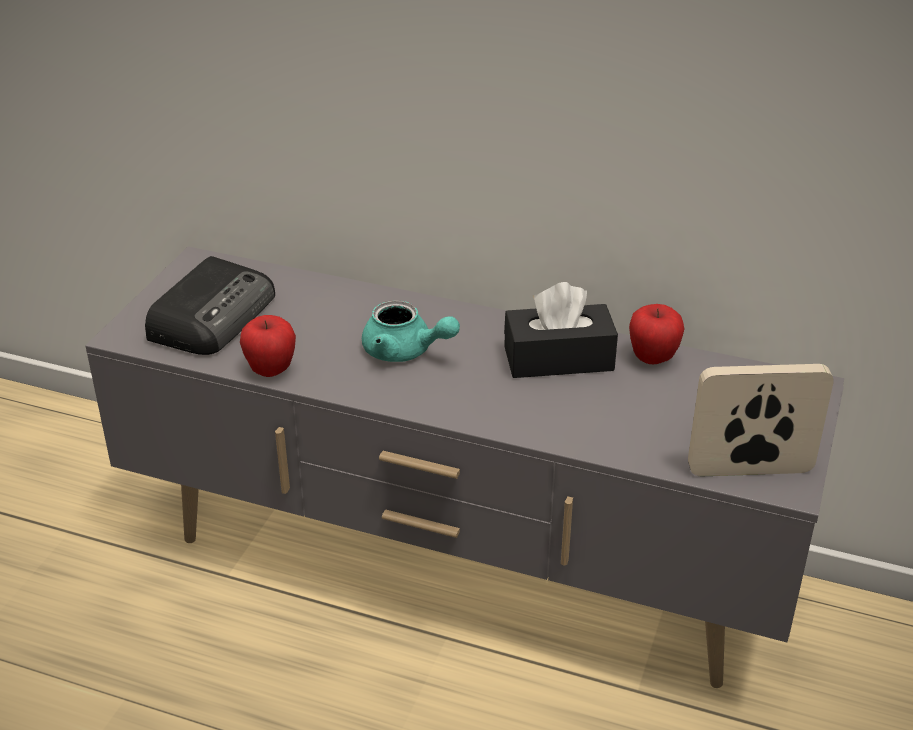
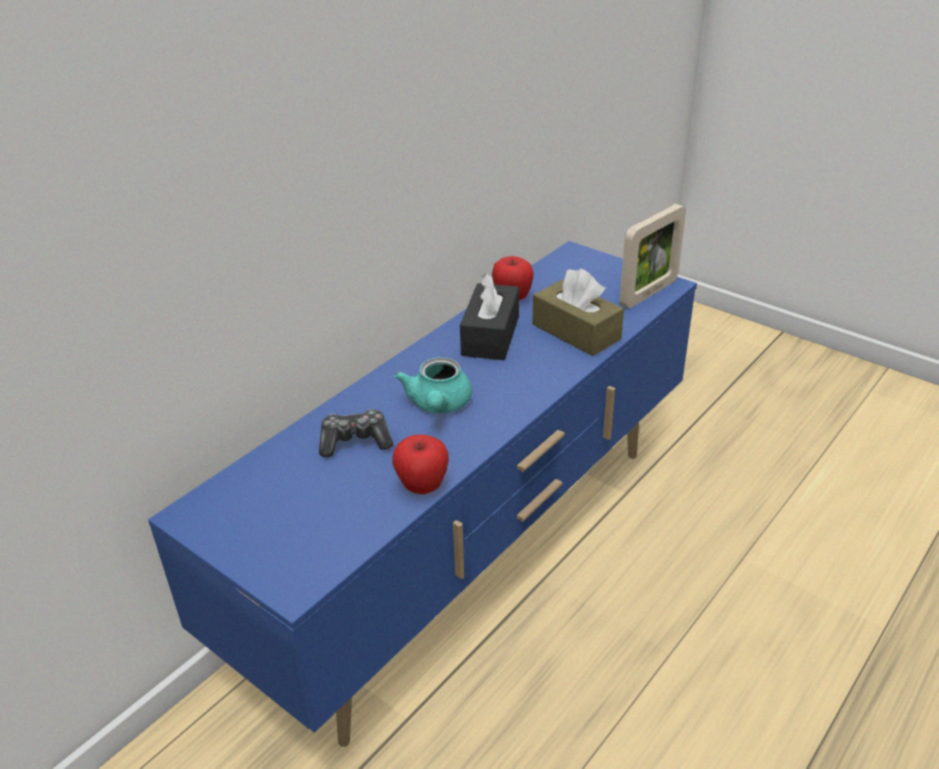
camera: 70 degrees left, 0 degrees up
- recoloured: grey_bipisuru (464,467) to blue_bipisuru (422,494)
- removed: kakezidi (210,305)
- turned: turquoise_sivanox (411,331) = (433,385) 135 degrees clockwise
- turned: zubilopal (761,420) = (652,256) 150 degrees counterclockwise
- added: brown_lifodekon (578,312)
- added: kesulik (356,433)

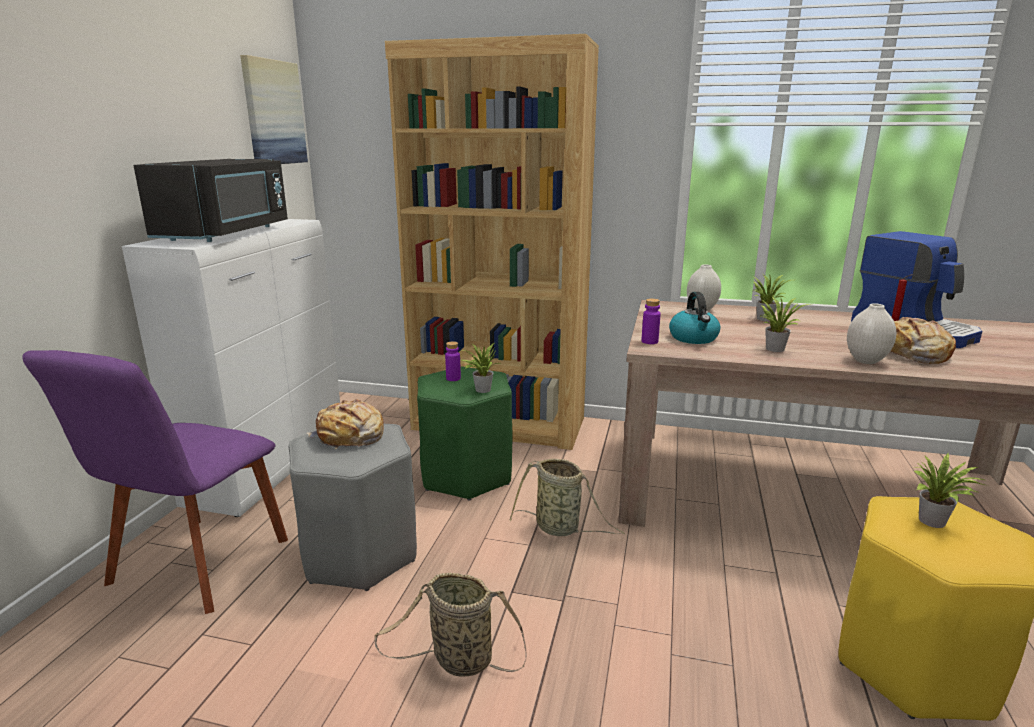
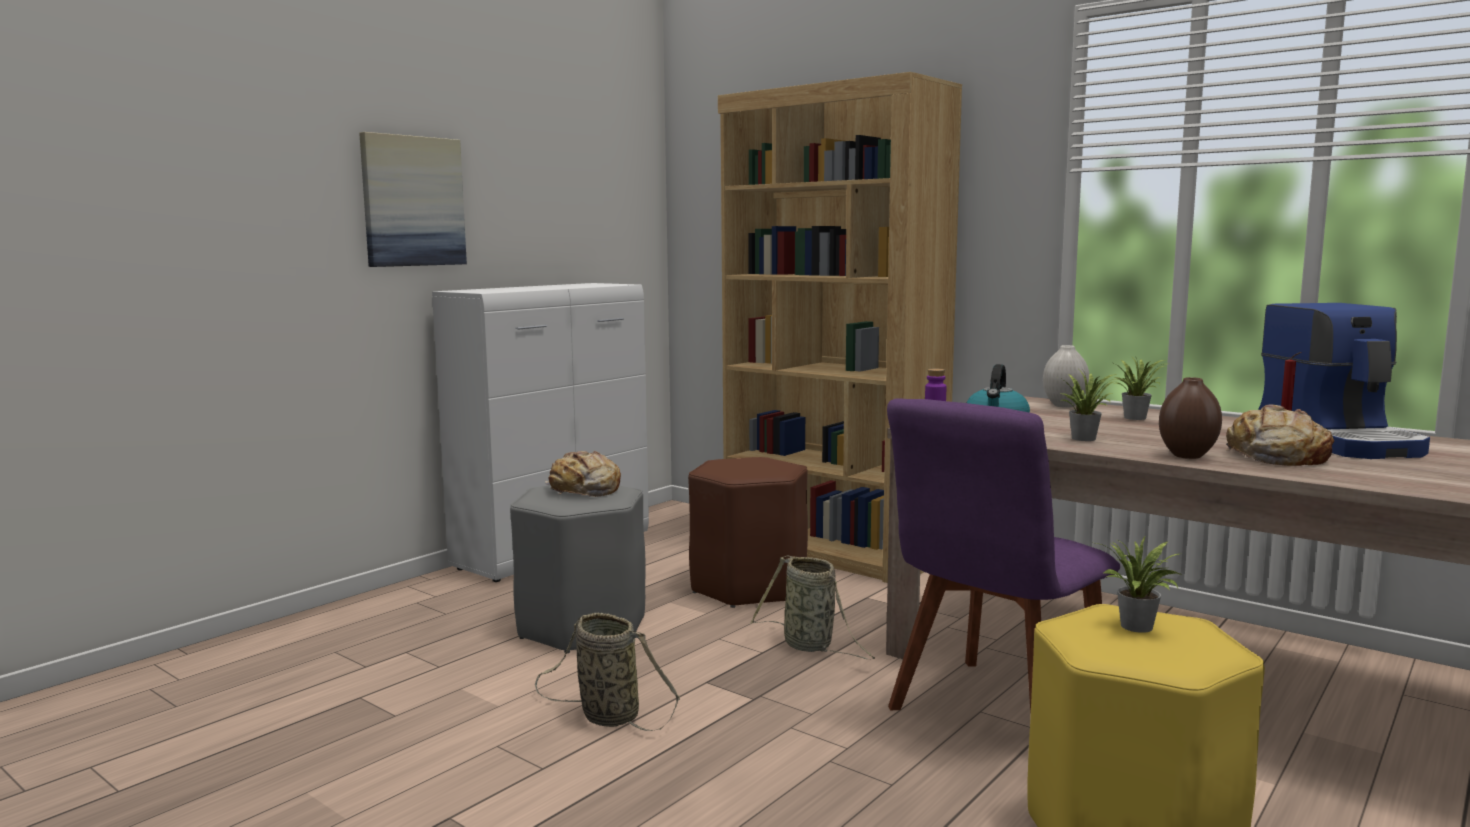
camera: 25 degrees right, 10 degrees down
- moved: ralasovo (274,109) to (413,199)
- removed: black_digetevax (211,200)
- recoloured: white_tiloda (872,333) to brown_tiloda (1190,418)
- removed: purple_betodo (453,361)
- removed: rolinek (480,368)
- moved: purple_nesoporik (155,482) to (1003,556)
- recoloured: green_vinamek (464,433) to brown_vinamek (748,532)

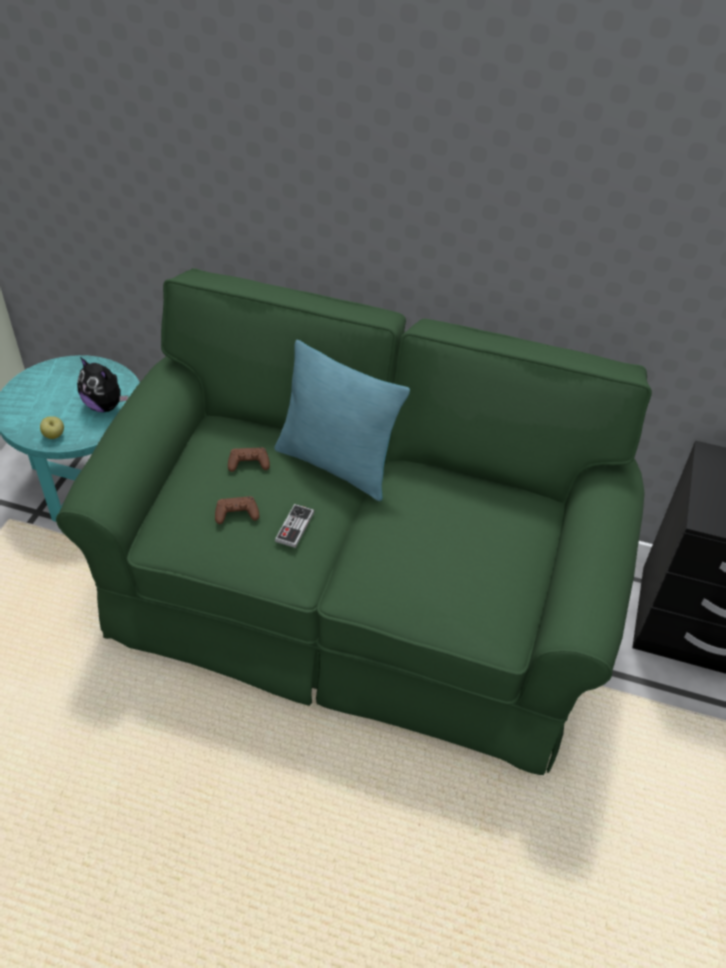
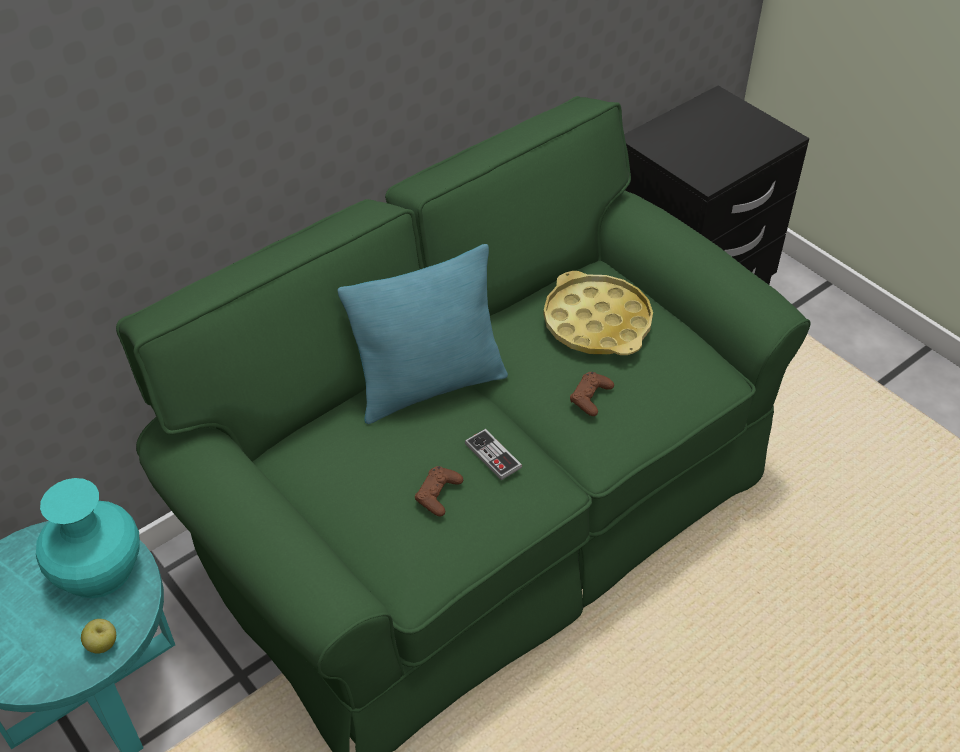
camera: 55 degrees left, 0 degrees up
- replaced: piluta (102,384) to turquoise_tiloda (87,538)
- moved: brown_kesulik (249,459) to (592,394)
- added: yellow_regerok (598,313)

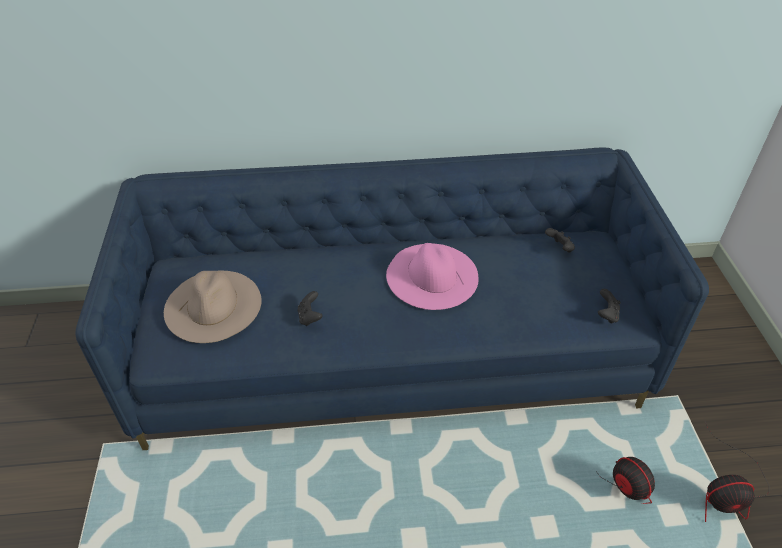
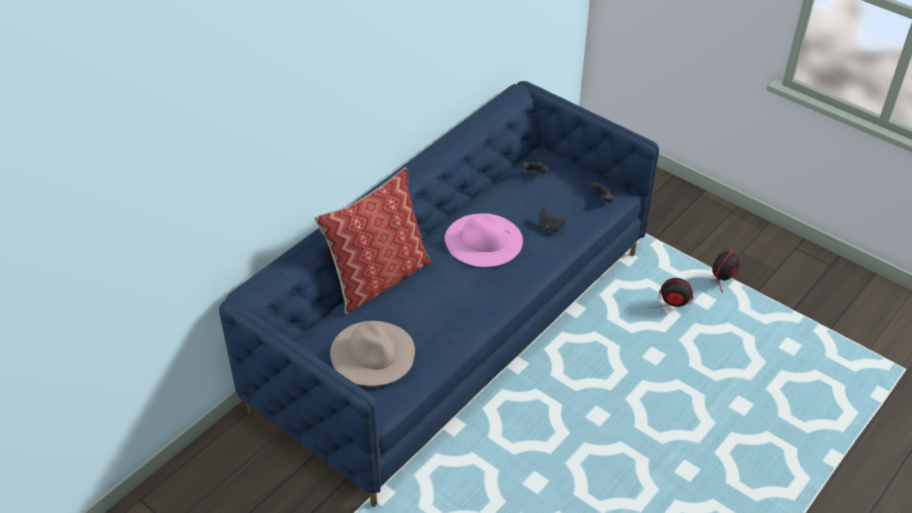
camera: 45 degrees left, 0 degrees up
- moved: black_kesulik (310,308) to (553,219)
- added: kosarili (372,241)

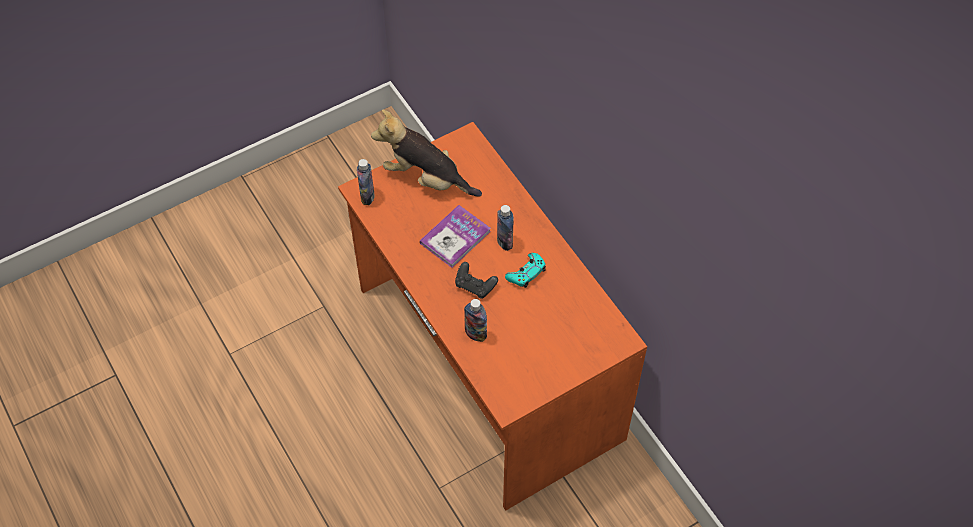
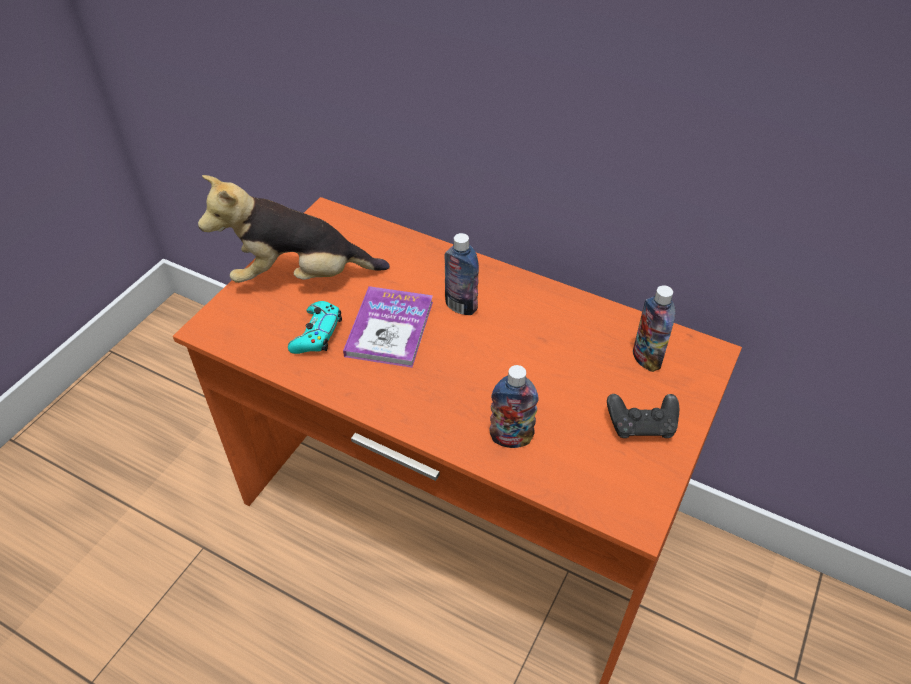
camera: 30 degrees left, 10 degrees down
- moved: betodo (366,182) to (654,329)
- moved: turquoise_kesulik (525,270) to (315,327)
- moved: black_kesulik (476,280) to (643,416)

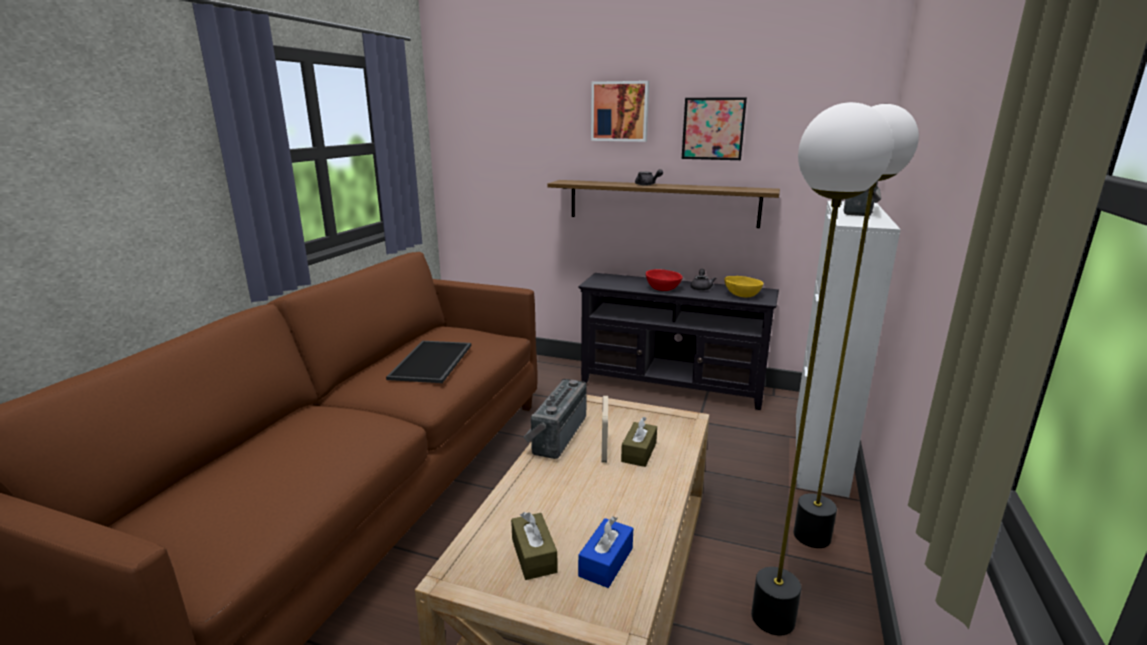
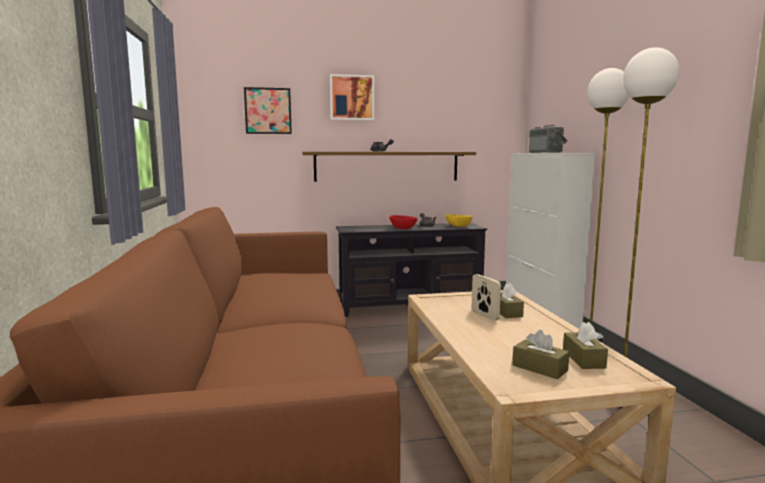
camera: 30 degrees left, 10 degrees down
- moved: ralasovo (714,128) to (268,110)
- removed: regerok (428,362)
- removed: kakezidi (555,419)
- recoloured: blue_lifodekon (605,552) to brown_lifodekon (585,345)

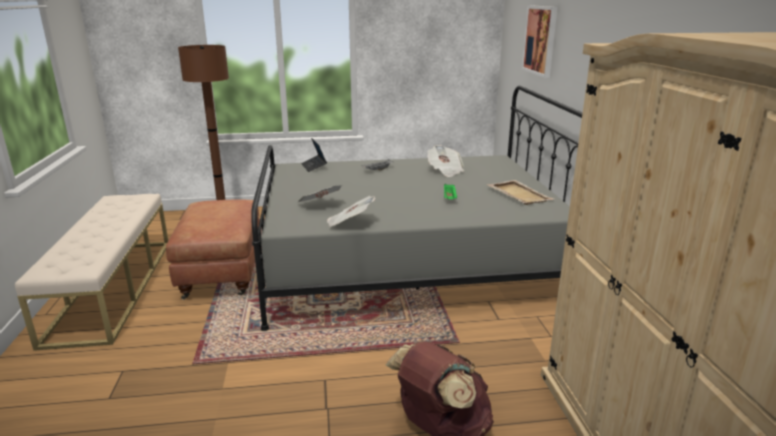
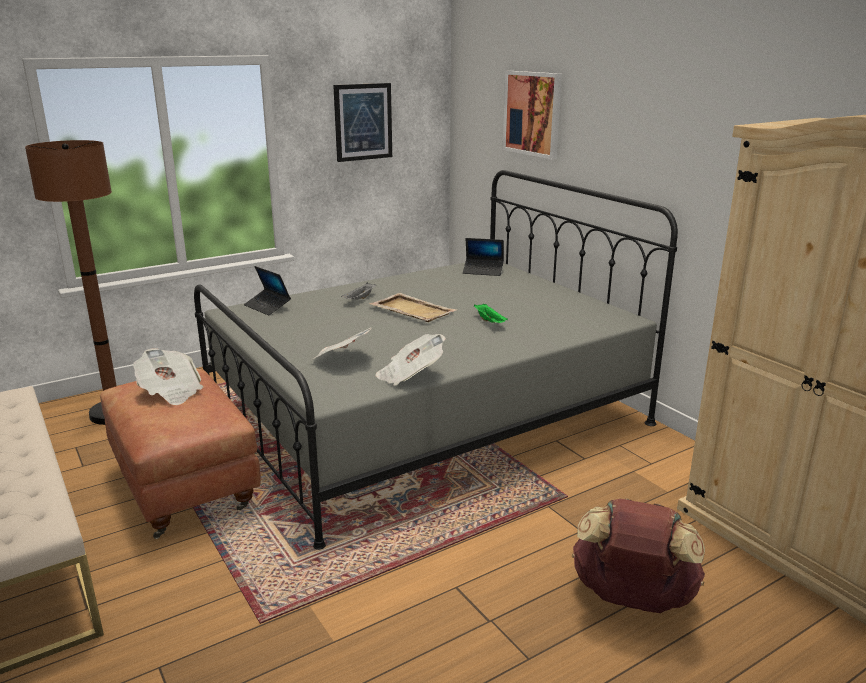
camera: 25 degrees left, 0 degrees up
- moved: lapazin (445,161) to (168,376)
- moved: beige_regerok (519,192) to (413,307)
- added: ralasovo (362,122)
- added: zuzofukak (483,257)

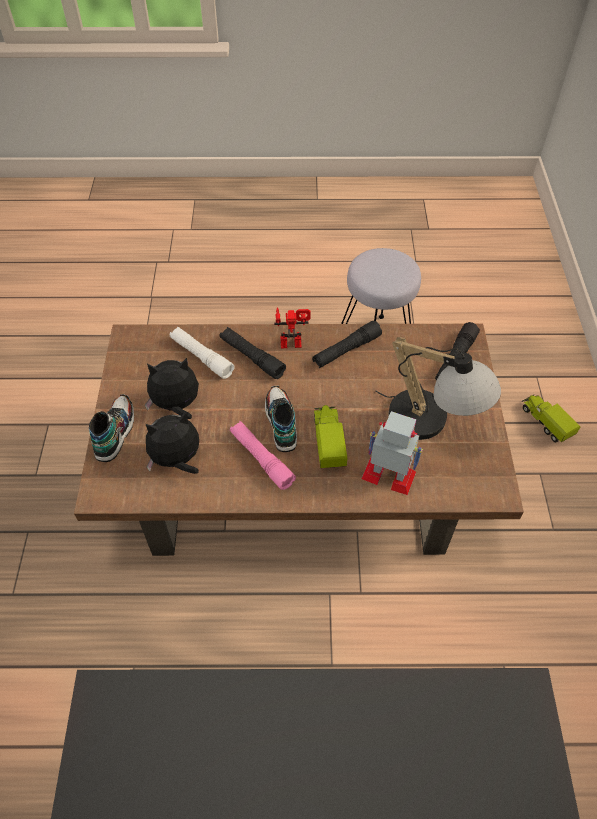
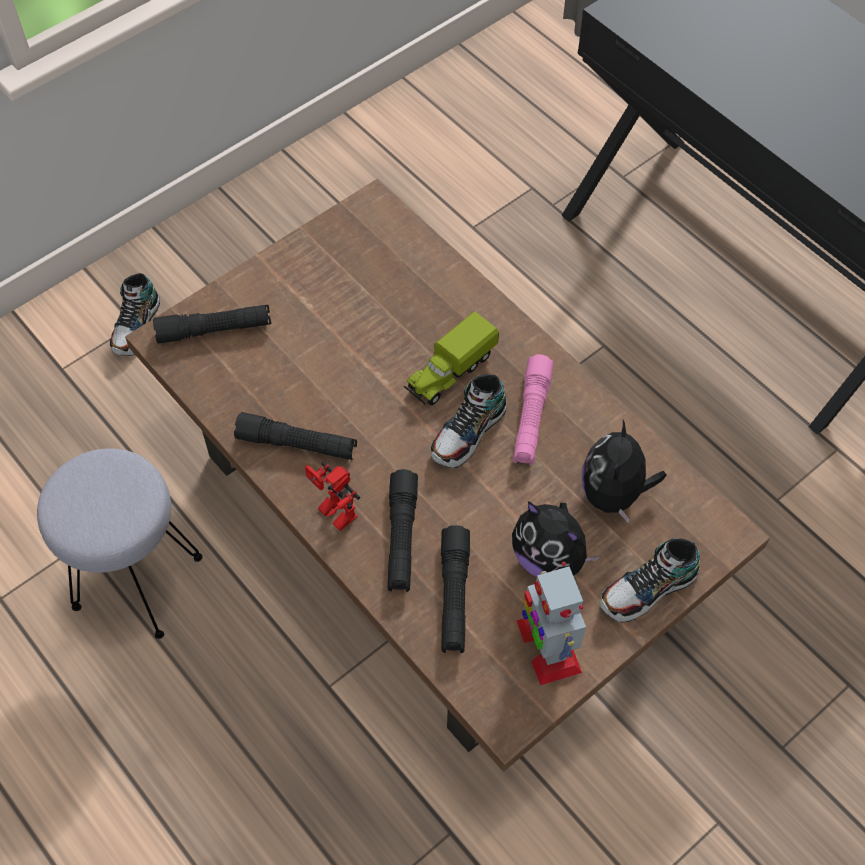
camera: 130 degrees left, 5 degrees up
- recoloured: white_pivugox (201,353) to black_pivugox (455,589)
- removed: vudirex (438,388)
- replaced: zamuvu (550,418) to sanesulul (134,314)
- turned: piluta (172,442) = (624,471) 75 degrees clockwise
- moved: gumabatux (392,453) to (551,624)

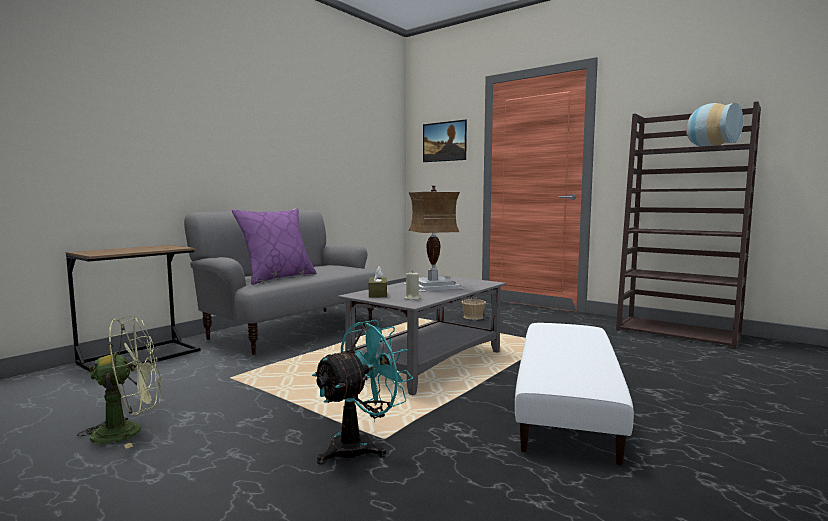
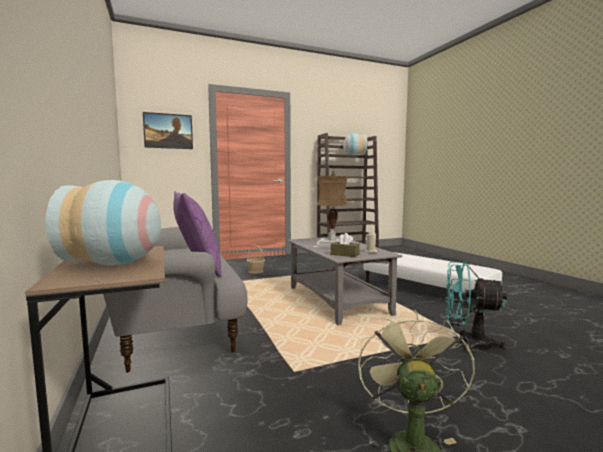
camera: 60 degrees left, 0 degrees up
- turned: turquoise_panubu (362,392) = (476,307) 60 degrees counterclockwise
- added: tiloda (103,222)

